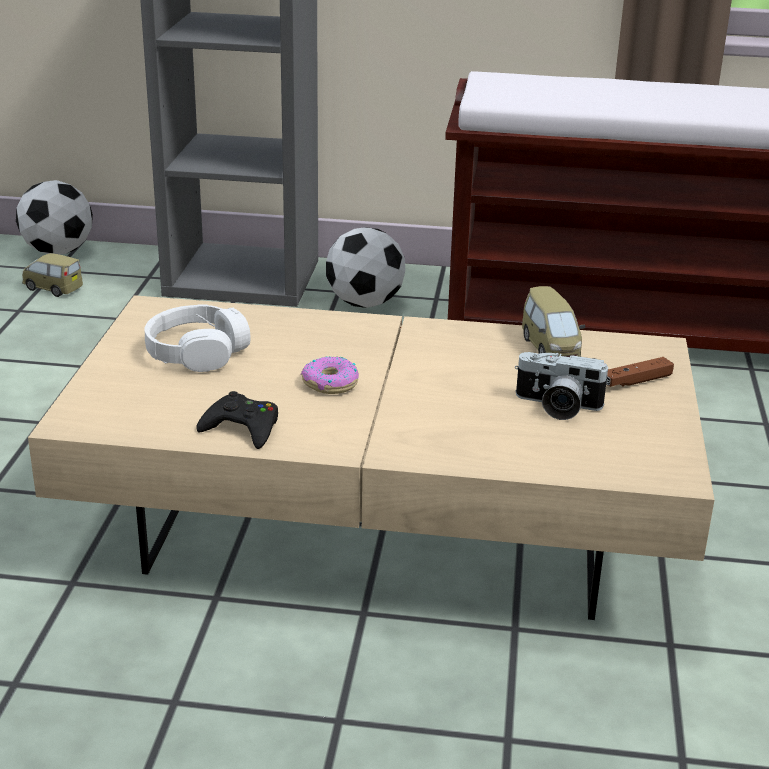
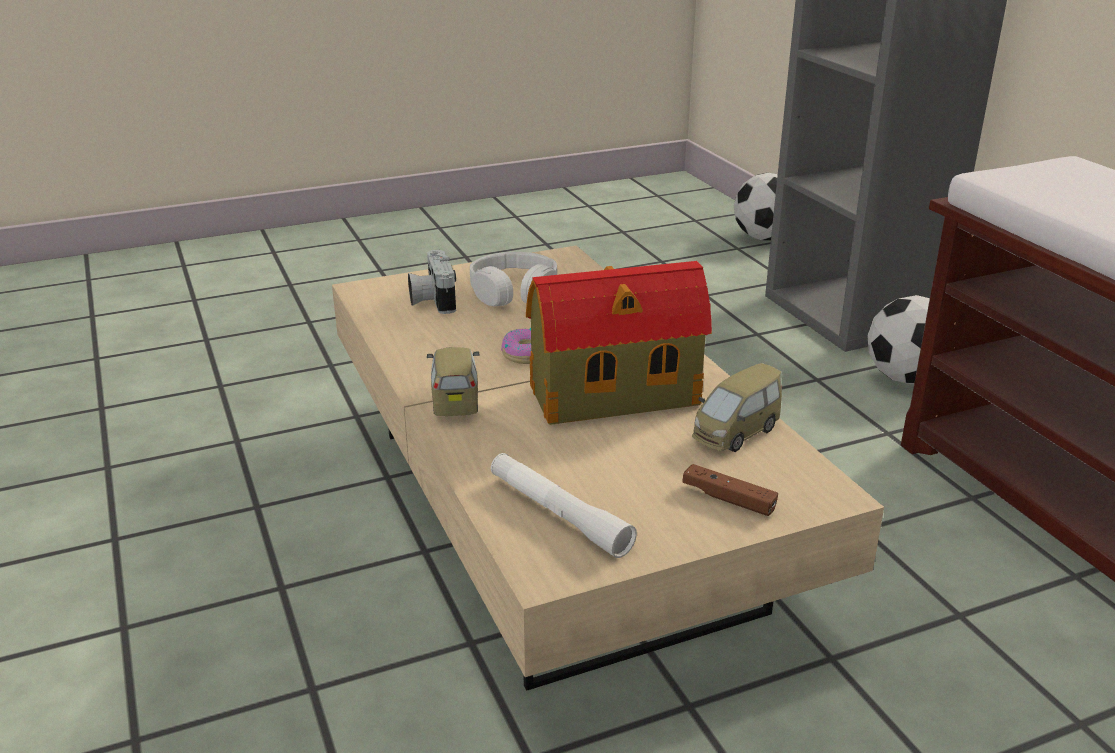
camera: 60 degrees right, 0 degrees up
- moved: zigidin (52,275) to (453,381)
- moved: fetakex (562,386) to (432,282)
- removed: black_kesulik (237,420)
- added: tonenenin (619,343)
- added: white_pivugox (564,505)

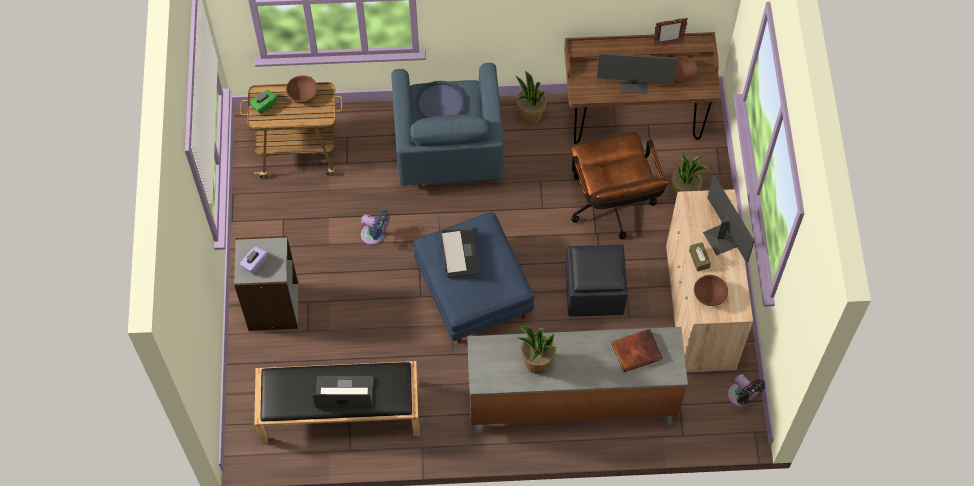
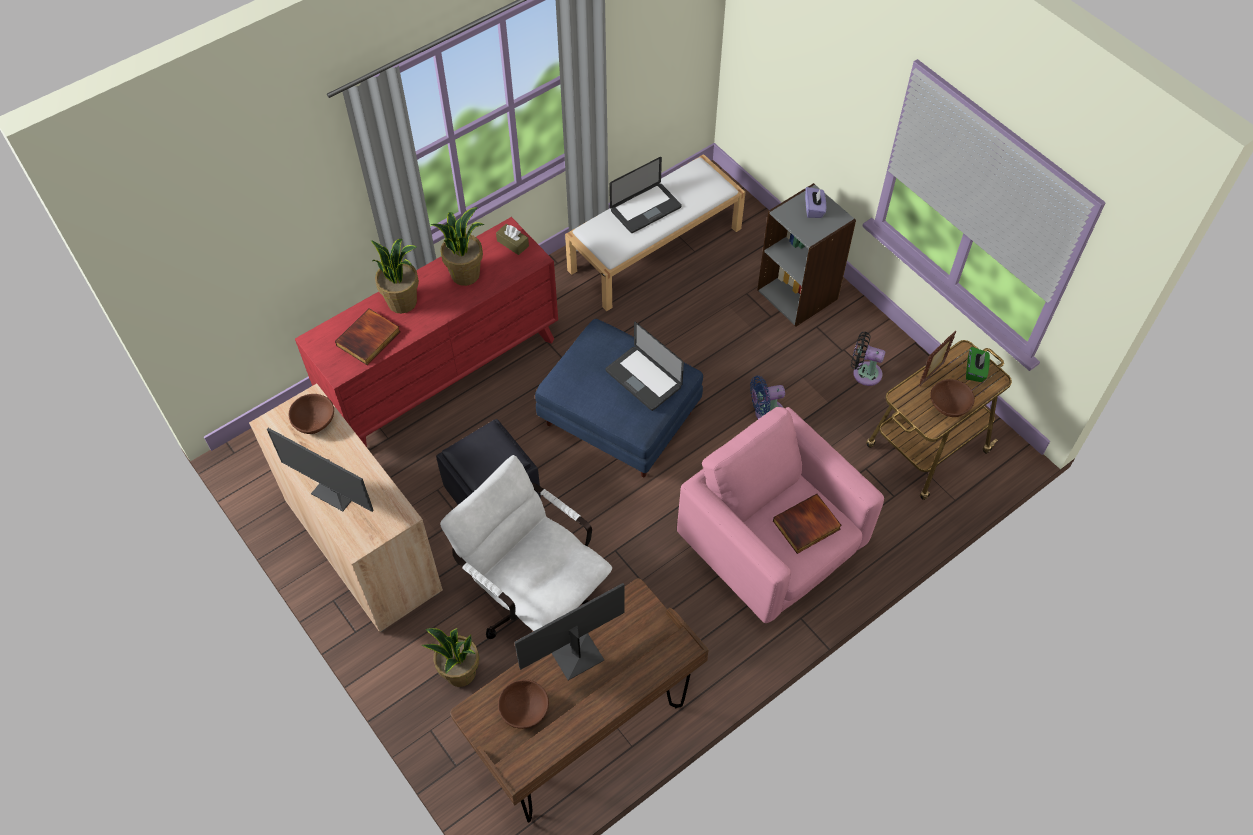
camera: 145 degrees right, 5 degrees down
- moved: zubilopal (670,32) to (938,359)
- recoloured: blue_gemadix (447,126) to pink_gemadix (780,515)
- moved: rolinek (531,97) to (395,276)
- replaced: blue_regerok (440,99) to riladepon (807,524)
- recoloured: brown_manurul (619,185) to white_manurul (526,547)
- moved: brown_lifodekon (700,256) to (512,239)
- recoloured: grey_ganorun (577,381) to red_ganorun (426,332)
- recoloured: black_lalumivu (337,402) to white_lalumivu (655,232)
- moved: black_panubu (746,390) to (868,359)

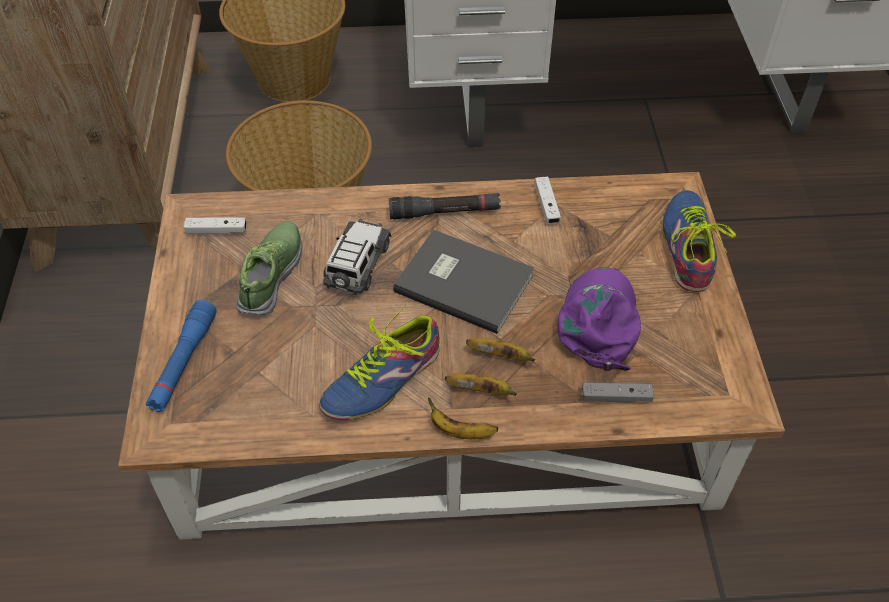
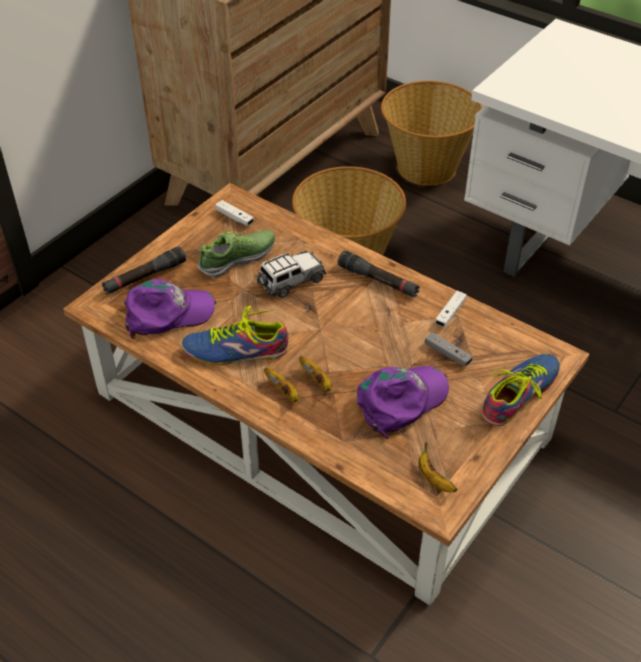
camera: 40 degrees right, 5 degrees down
- removed: grey_riladepon (463,281)
- recoloured: blue_pivugox (181,356) to black_pivugox (144,270)
- moved: grey_kesulik (618,393) to (449,349)
- moved: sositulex (463,418) to (438,467)
- added: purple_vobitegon (170,309)

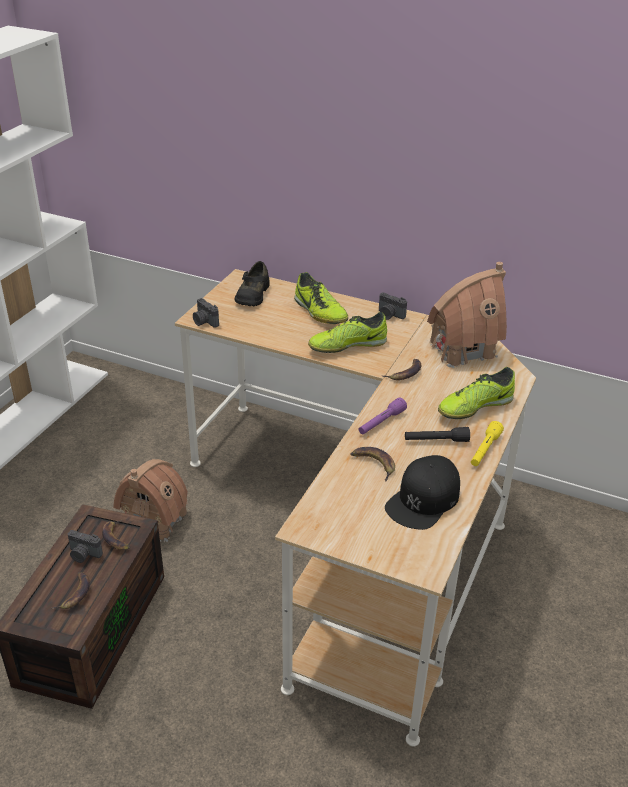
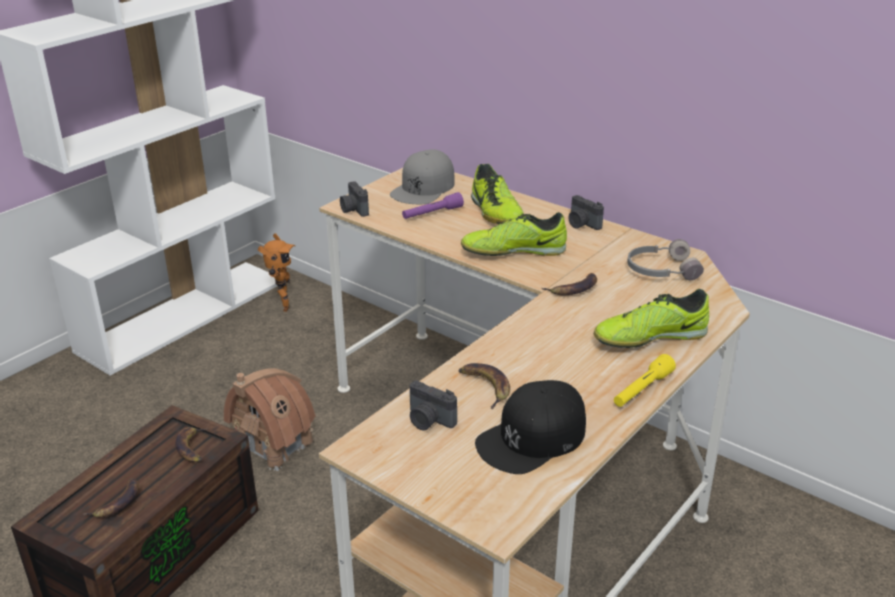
camera: 15 degrees right, 5 degrees down
- replaced: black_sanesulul (252,284) to grey_vobitegon (422,176)
- replaced: tonenenin (467,315) to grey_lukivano (665,259)
- moved: purple_pivugox (383,416) to (433,205)
- removed: black_pivugox (437,434)
- moved: fetakex (85,546) to (433,406)
- added: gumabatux (277,272)

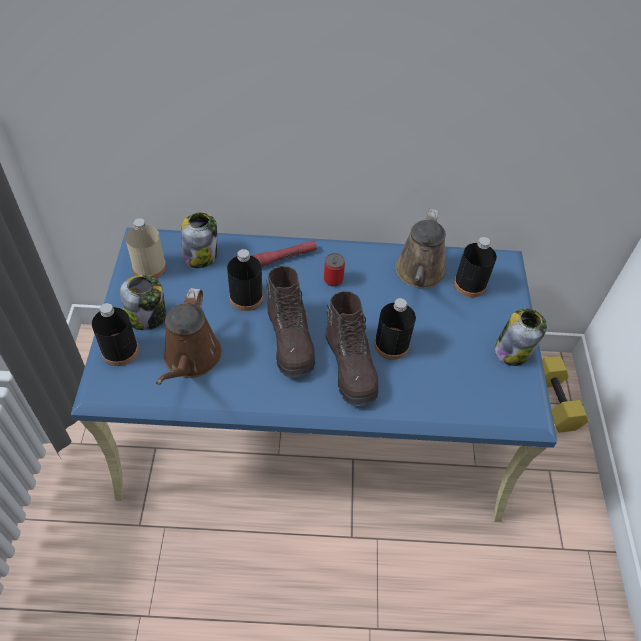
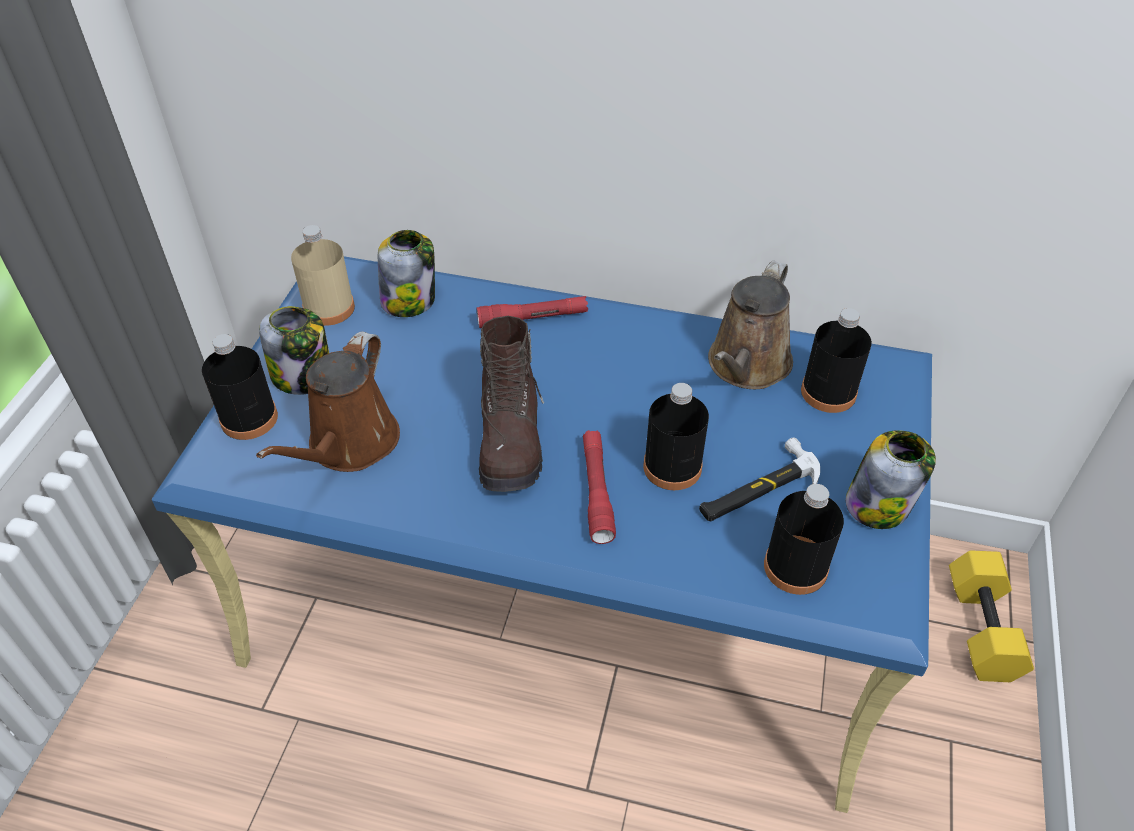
camera: 15 degrees right, 5 degrees down
- moved: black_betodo (245,280) to (804,539)
- removed: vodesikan (334,270)
- replaced: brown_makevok (352,348) to red_pivugox (599,487)
- added: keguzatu (759,480)

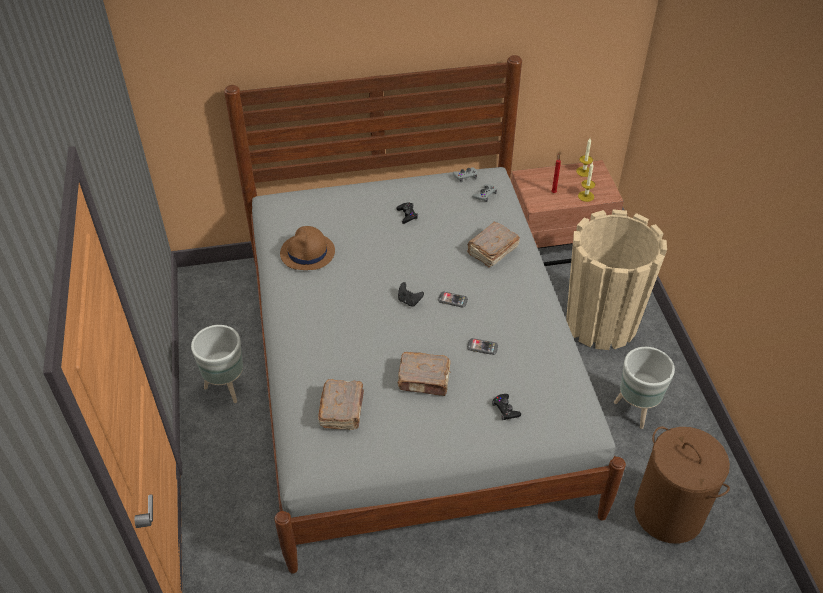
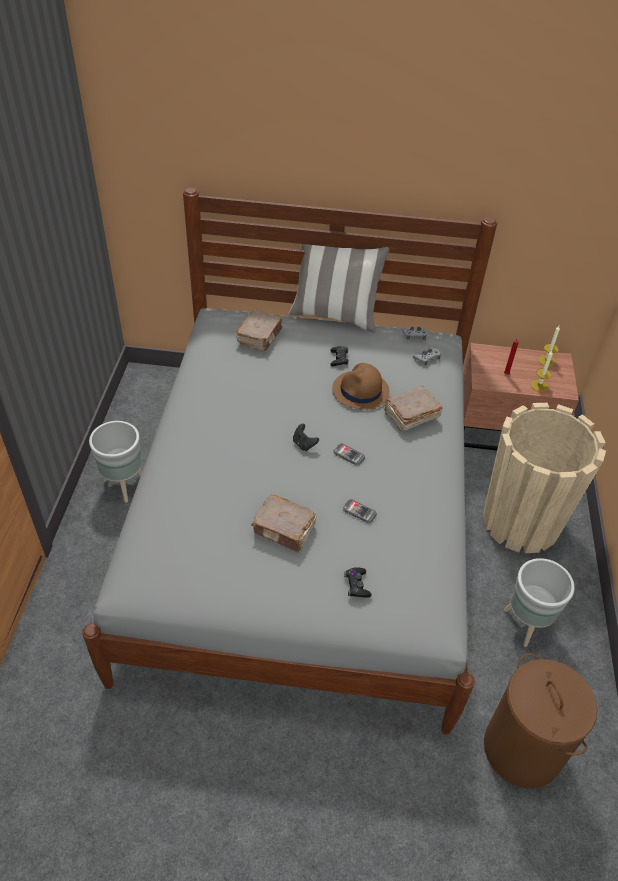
camera: 15 degrees right, 0 degrees up
- moved: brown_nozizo (307,248) to (361,386)
- moved: brown_riladepon (341,404) to (259,330)
- added: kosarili (339,288)

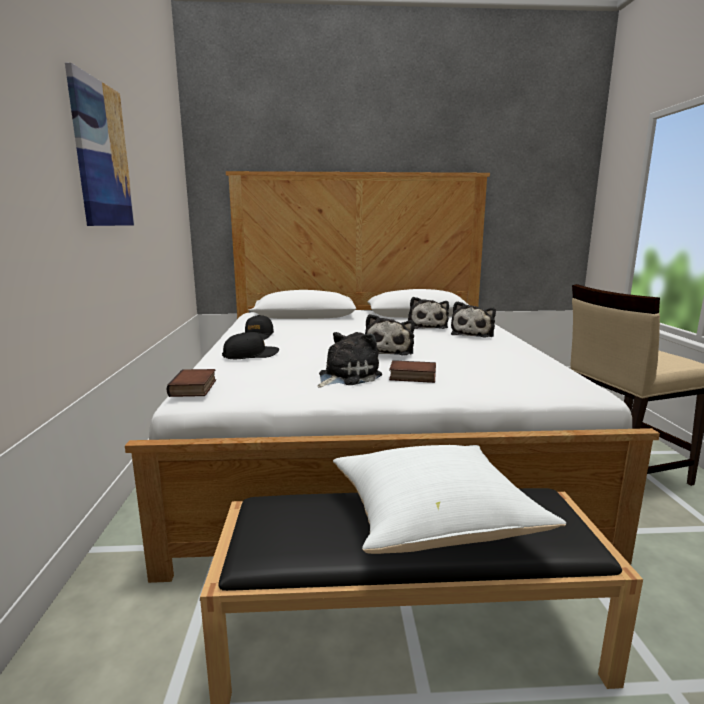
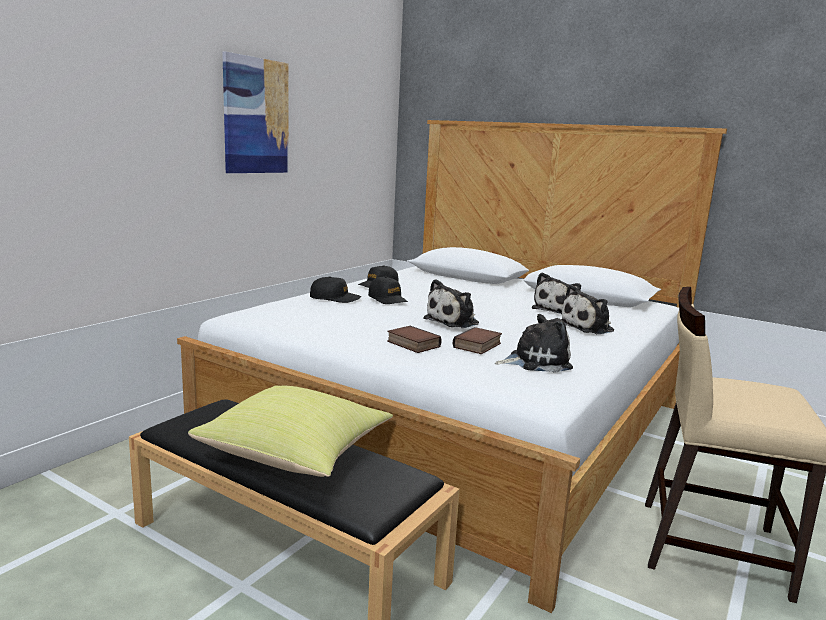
camera: 35 degrees right, 0 degrees up
- moved: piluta (349,360) to (534,343)
- moved: riladepon (191,383) to (477,340)
- recoloured: white_kosarili (449,499) to yellow_kosarili (290,431)
- added: black_vobitegon (388,290)

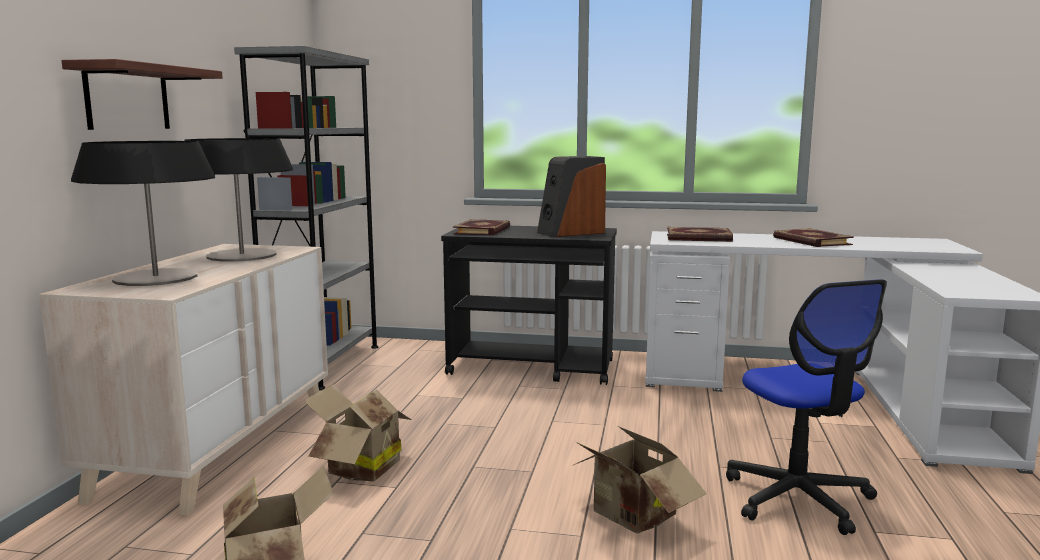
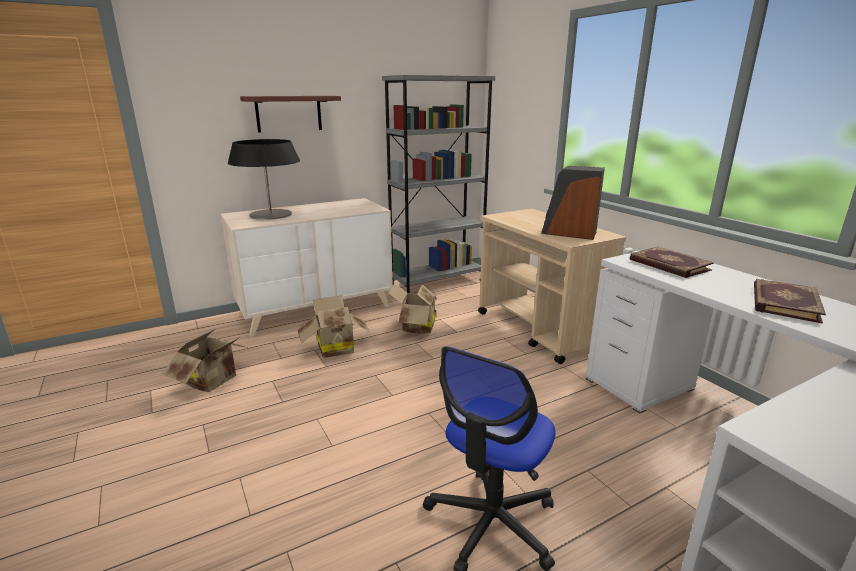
camera: 50 degrees right, 10 degrees up
- removed: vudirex (239,200)
- removed: riladepon (481,227)
- recoloured: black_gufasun (529,305) to beige_gufasun (552,286)
- moved: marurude (639,480) to (412,308)

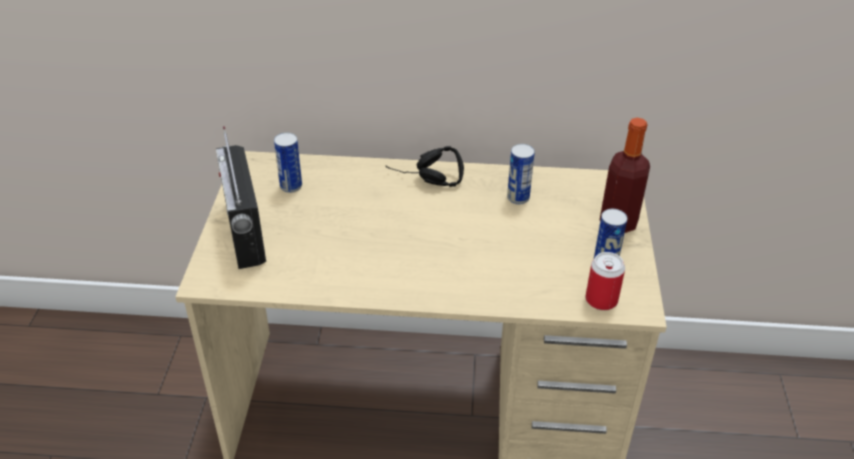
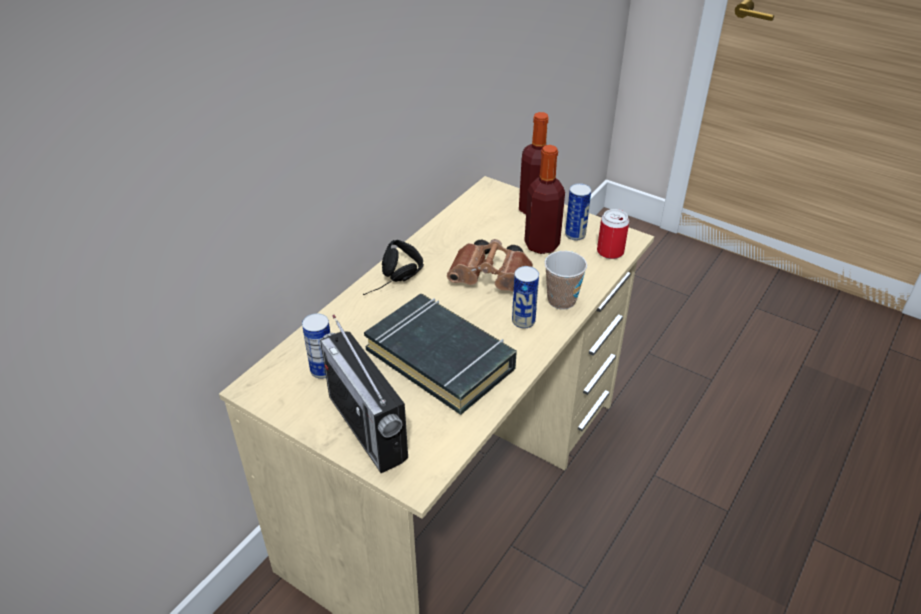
camera: 60 degrees left, 0 degrees up
- turned: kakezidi (241,197) = (363,394) 45 degrees clockwise
- moved: vodesikan (521,174) to (525,297)
- added: betodo (544,199)
- added: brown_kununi (490,265)
- added: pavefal (565,280)
- added: black_riladepon (440,354)

